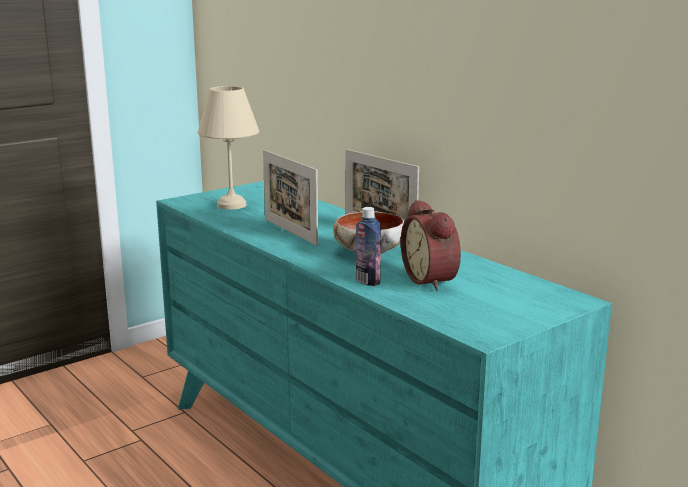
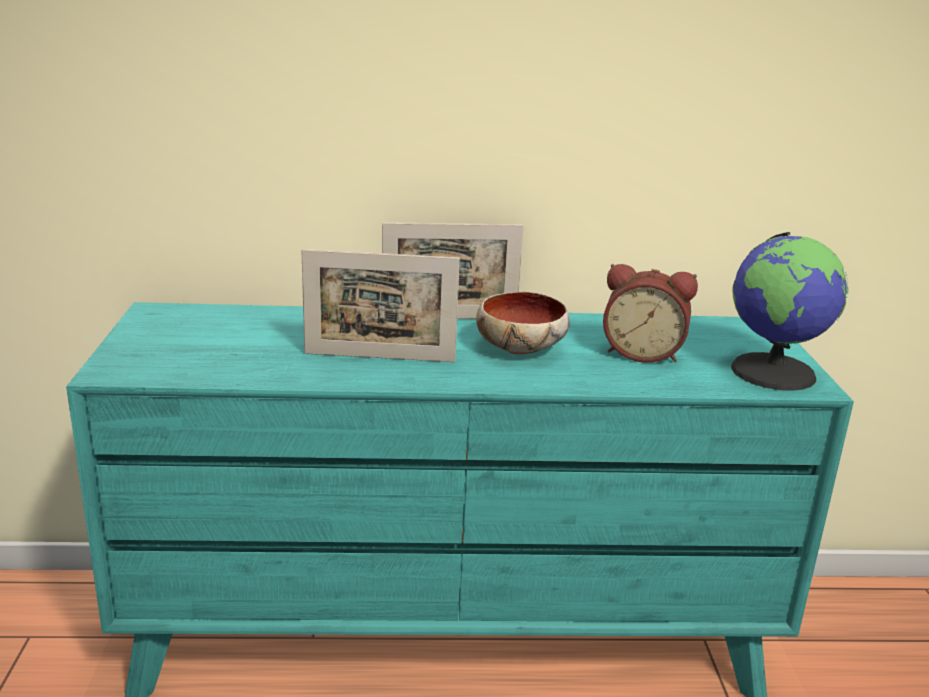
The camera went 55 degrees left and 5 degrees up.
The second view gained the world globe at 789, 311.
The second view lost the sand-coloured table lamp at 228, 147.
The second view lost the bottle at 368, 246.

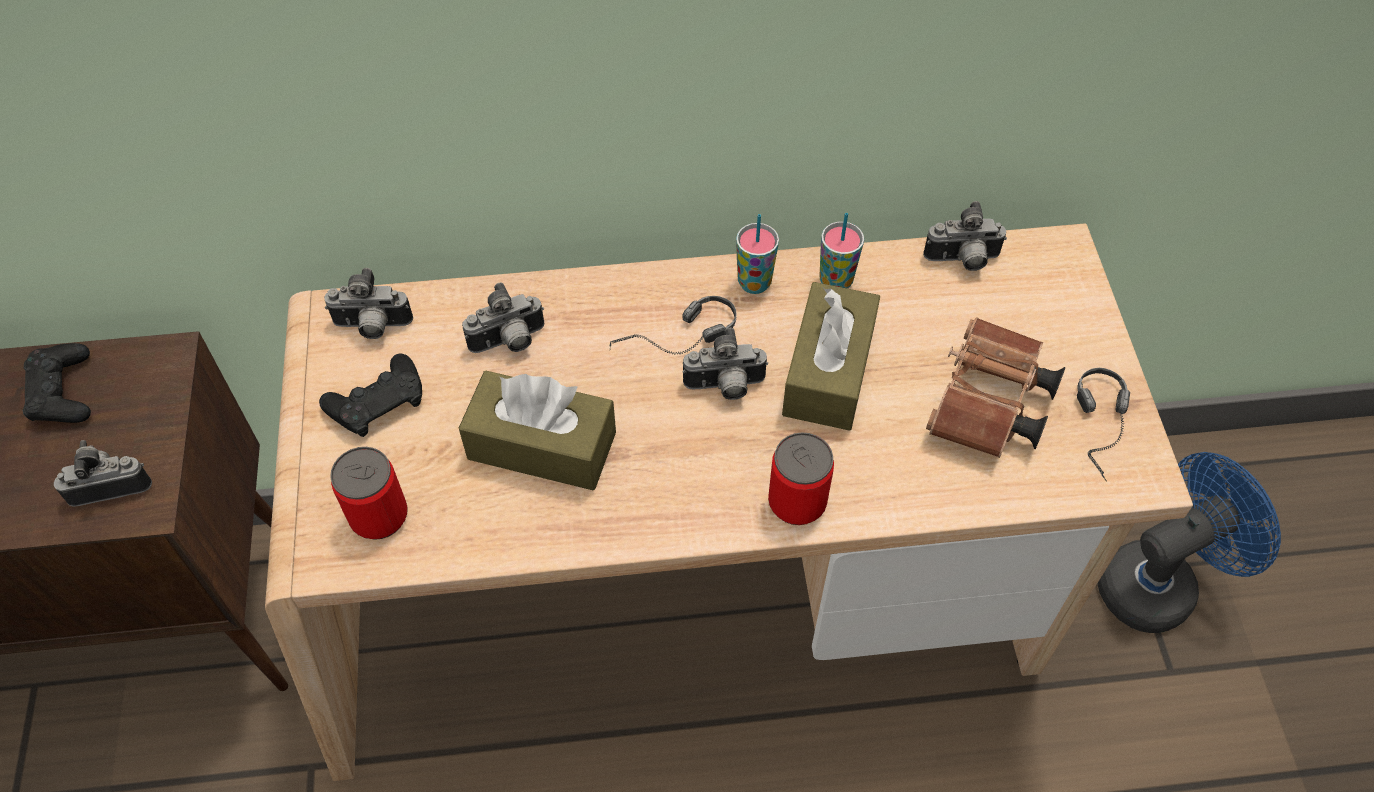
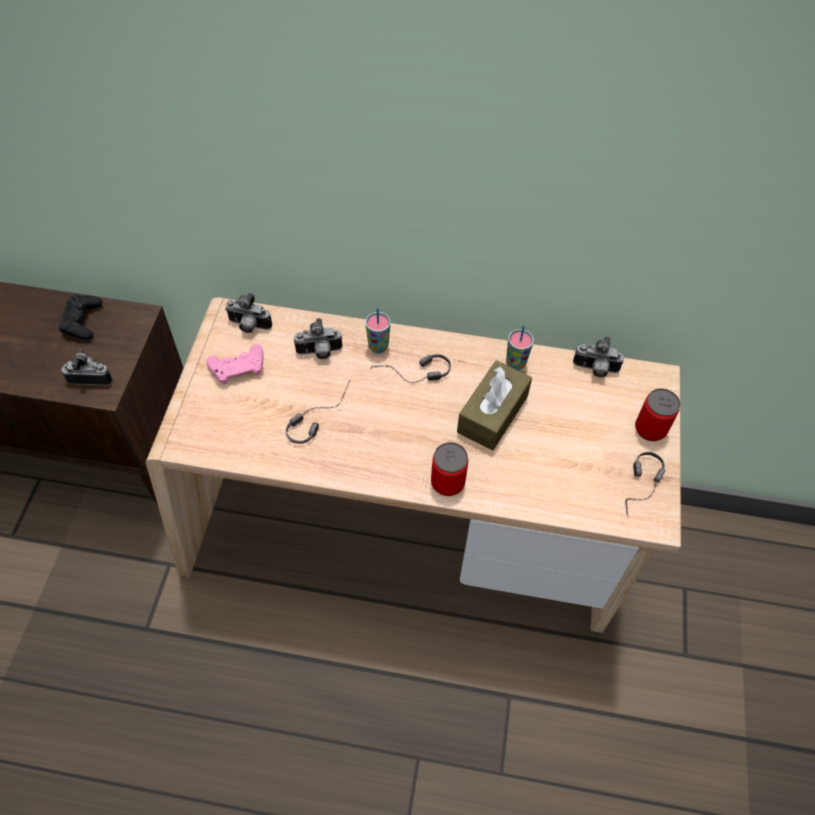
The camera went 15 degrees right and 0 degrees up.
What was the black game controller at 370, 395 turned into the pinkish game controller at 234, 364.
Where the brownish box of tissues stood at 537, 430, the headphones came to stand at 318, 412.
The small cup ended up elsewhere, having gone from 757, 254 to 378, 331.
The sealed can ended up elsewhere, having gone from 369, 493 to 657, 414.
The second view lost the photo camera at 725, 364.
The second view lost the brownish binoculars at 995, 387.
The second view lost the blue-coloured fan at 1189, 542.

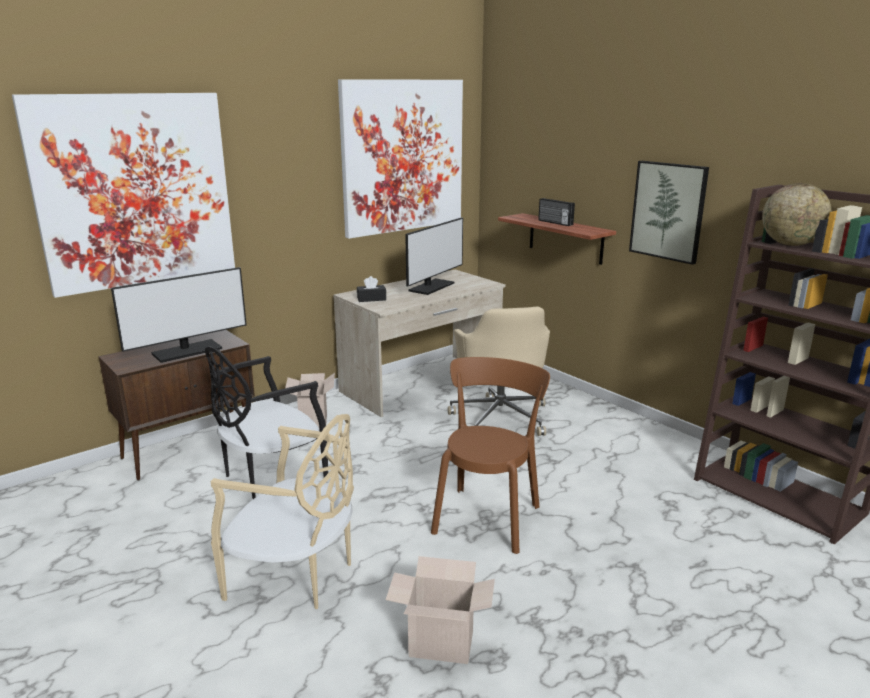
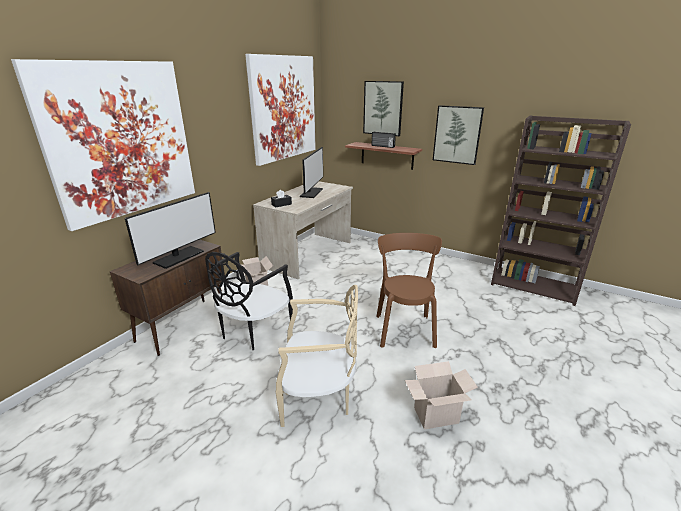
The camera went 20 degrees left and 5 degrees up.
The second view gained the wall art at 383, 108.
The second view lost the sand-coloured office chair at 499, 371.
The second view lost the world globe at 796, 214.

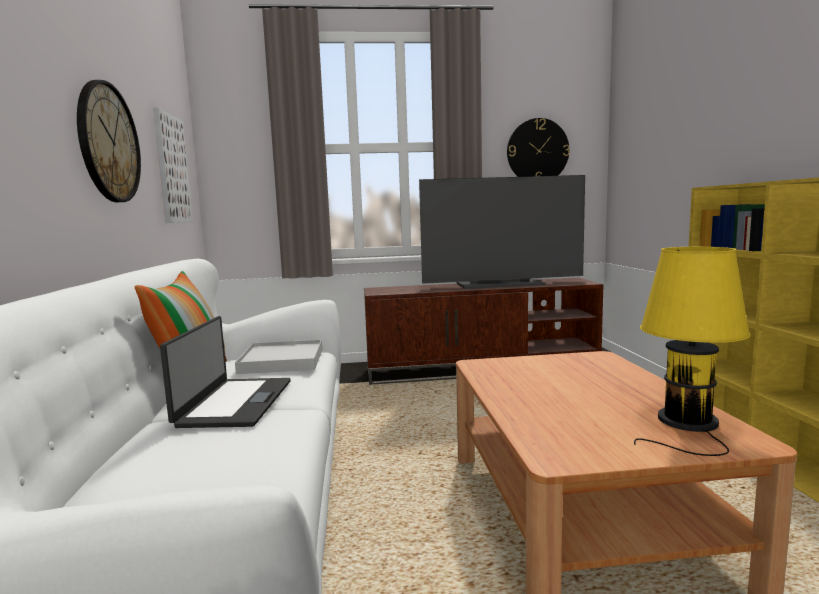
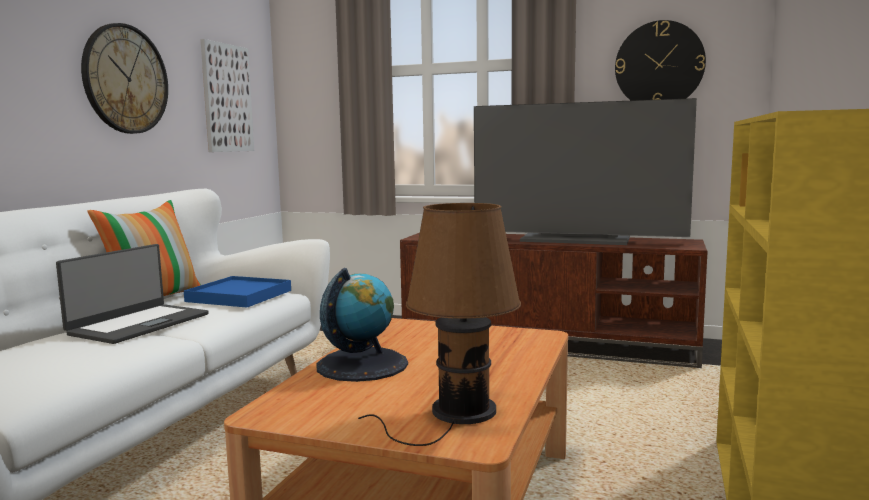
The camera went 25 degrees right and 0 degrees up.
What was the whitish serving tray at 278, 357 turned into the blue-coloured serving tray at 237, 292.
The second view gained the world globe at 362, 325.
What was the yellow table lamp at 692, 351 turned into the brownish table lamp at 439, 324.

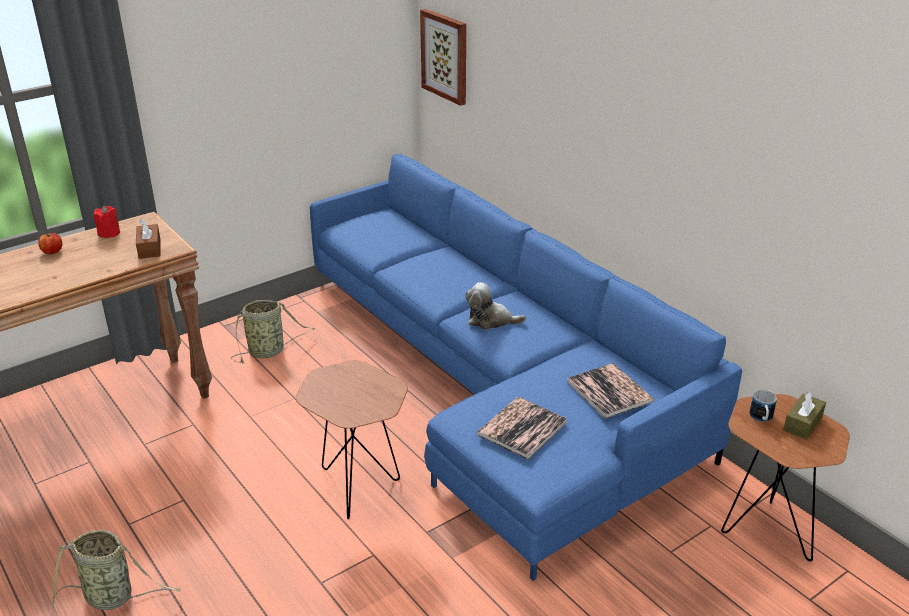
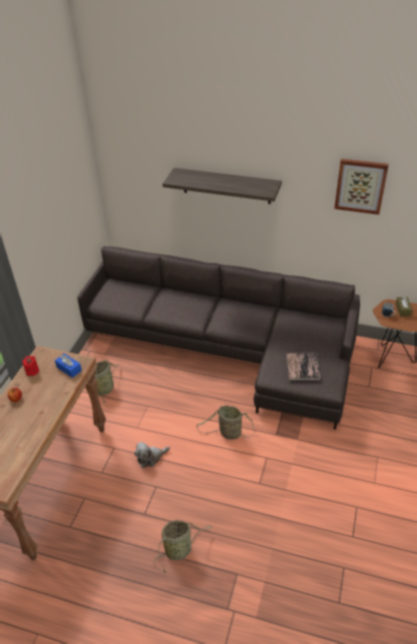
The camera went 35 degrees left and 10 degrees up.
What was the brownish box of tissues at 148, 239 turned into the blue-coloured box of tissues at 68, 365.
What was the blue-coloured sofa at 526, 367 turned into the greyish sofa at 219, 337.
The soft toy ended up elsewhere, having gone from 495, 306 to 152, 455.
The second view gained the wall shelf at 222, 186.
Where the brownish end table stood at 352, 440, the household basket came to stand at 225, 423.
The wall art ended up elsewhere, having gone from 443, 57 to 361, 187.
The second view lost the book at 610, 391.

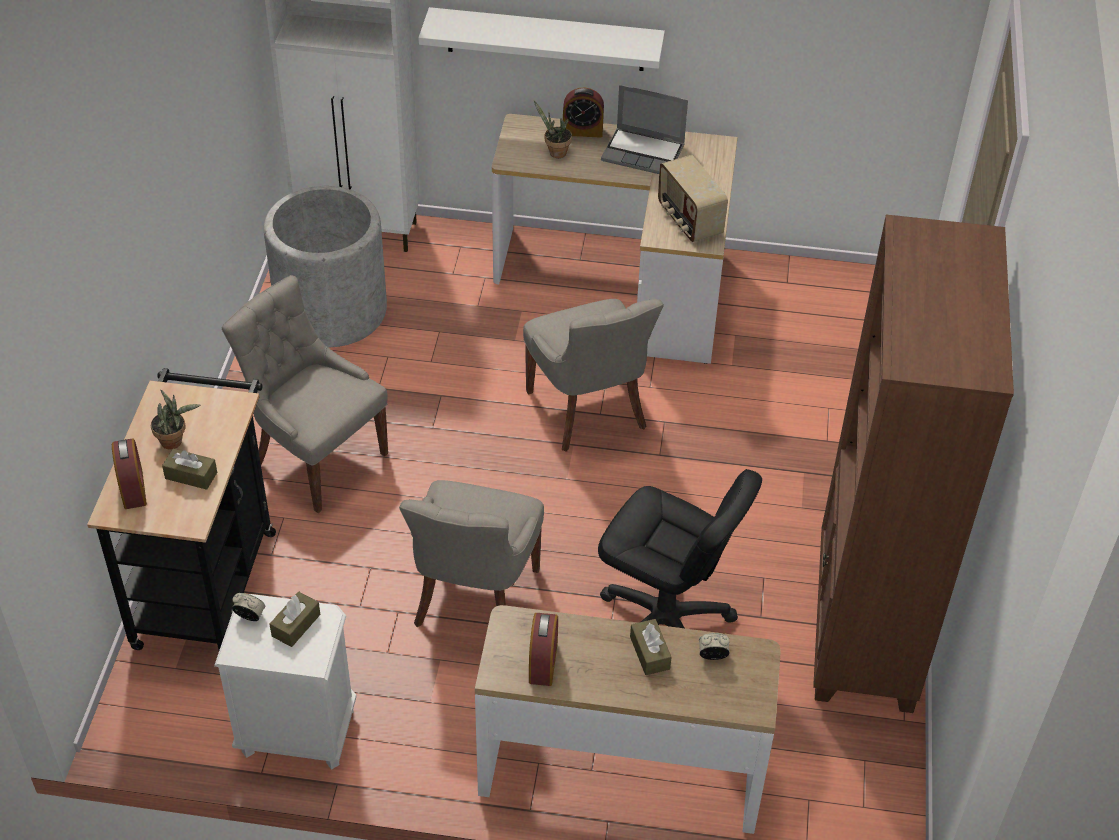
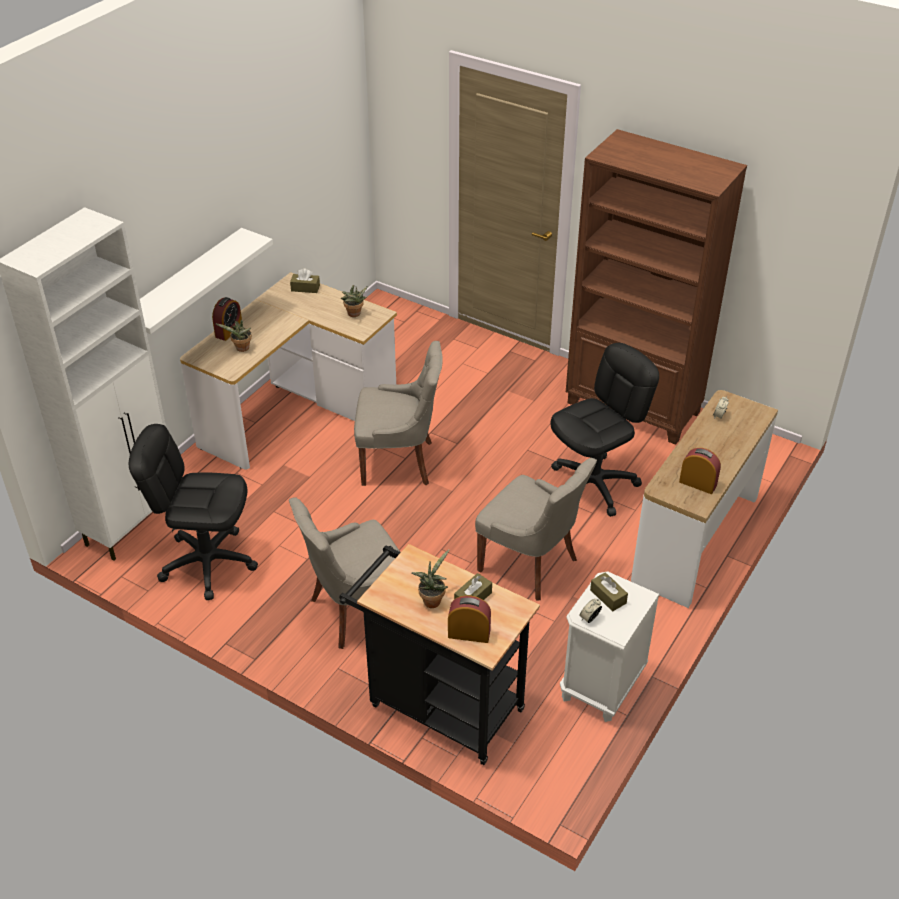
The camera went 65 degrees left and 5 degrees down.
Where the greyish planter stood at 325, 266, the black office chair came to stand at 193, 512.
The brownish box of tissues ended up elsewhere, having gone from 651, 647 to 305, 281.
Where the radio stood at 693, 198, the plant in a pot came to stand at 354, 301.
The second view lost the laptop at 644, 129.

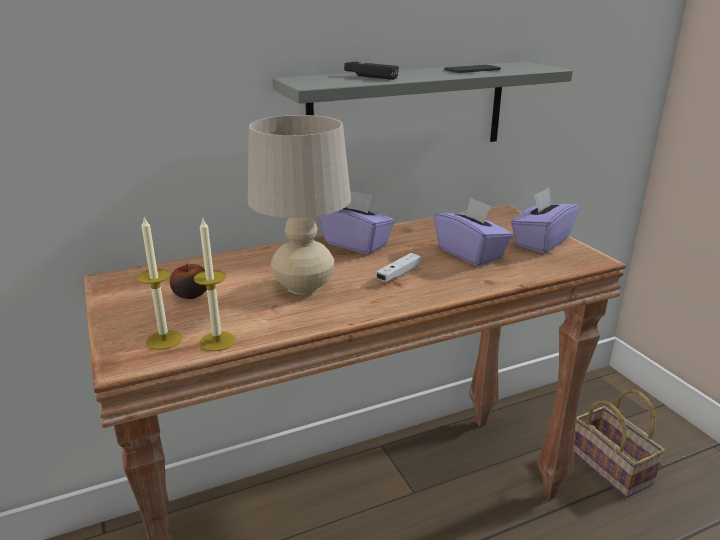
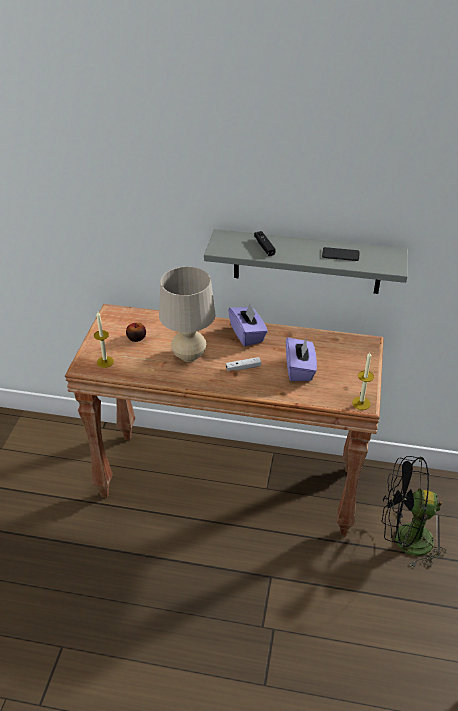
The camera went 35 degrees right and 15 degrees up.
The wax light ended up elsewhere, having gone from 214, 285 to 363, 381.
Where the household basket stood at 619, 443, the black fan came to stand at 413, 511.
The second view lost the purplish box of tissues at 545, 220.

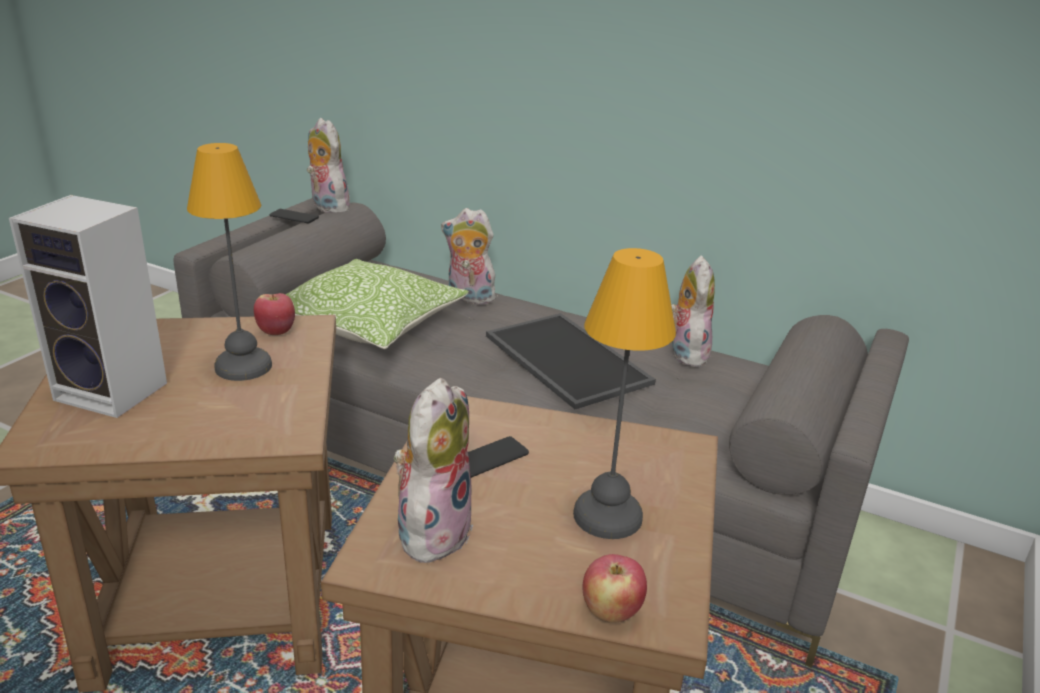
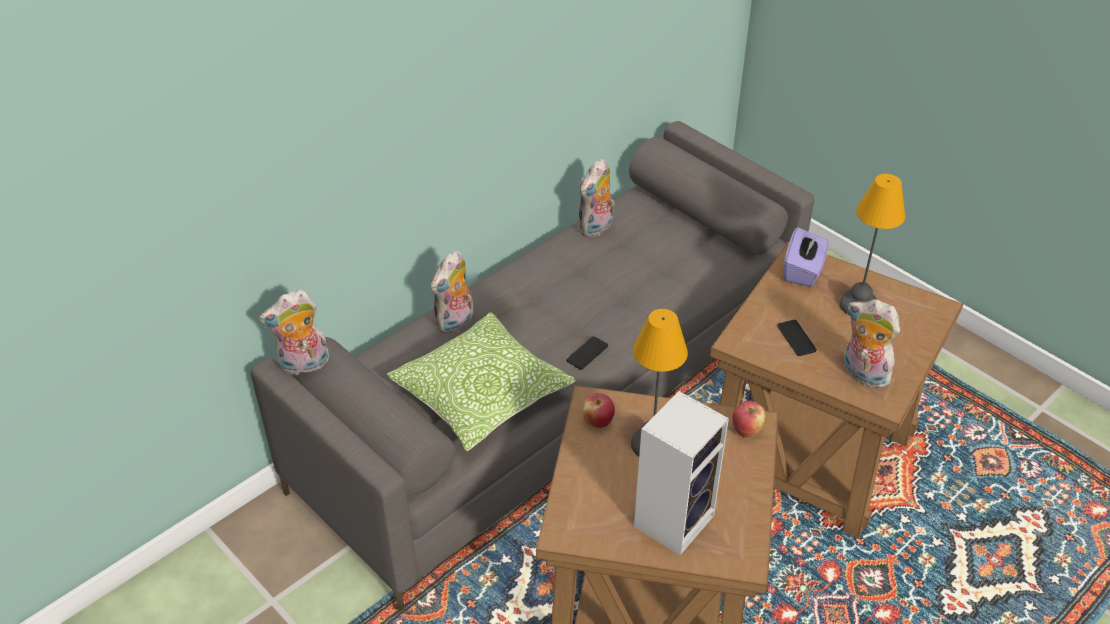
The camera went 70 degrees left and 15 degrees up.
The phone ended up elsewhere, having gone from 294, 216 to 587, 353.
The soft toy at 693, 311 ended up facing another way, 75 degrees counterclockwise from before.
The apple ended up elsewhere, having gone from 614, 588 to 749, 419.
The second view gained the purplish box of tissues at 806, 257.
The second view lost the serving tray at 571, 361.

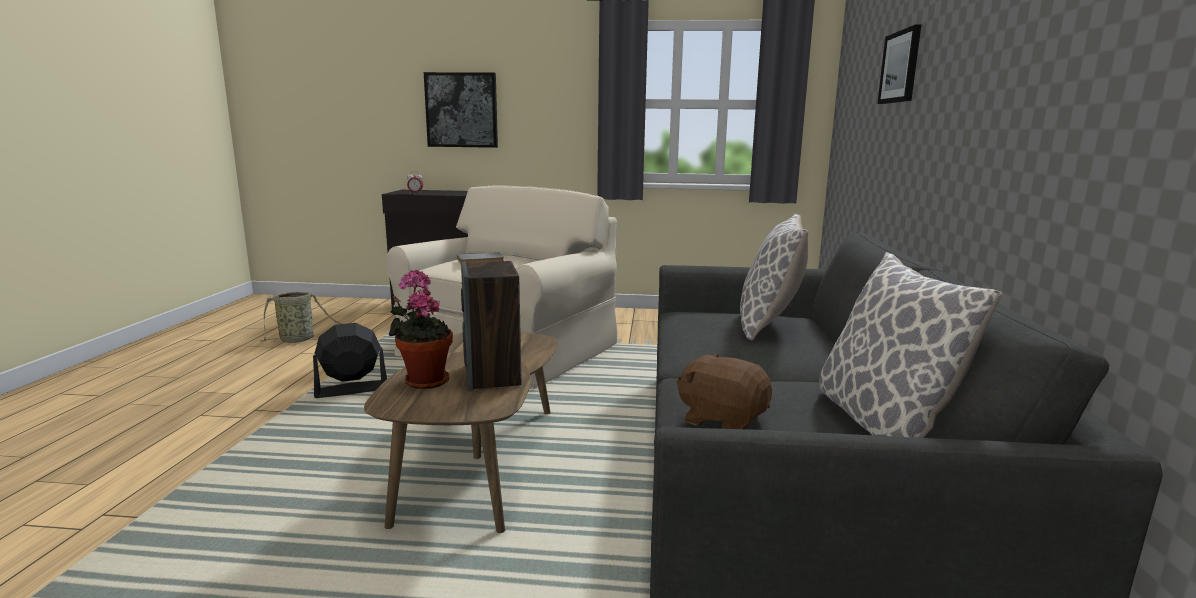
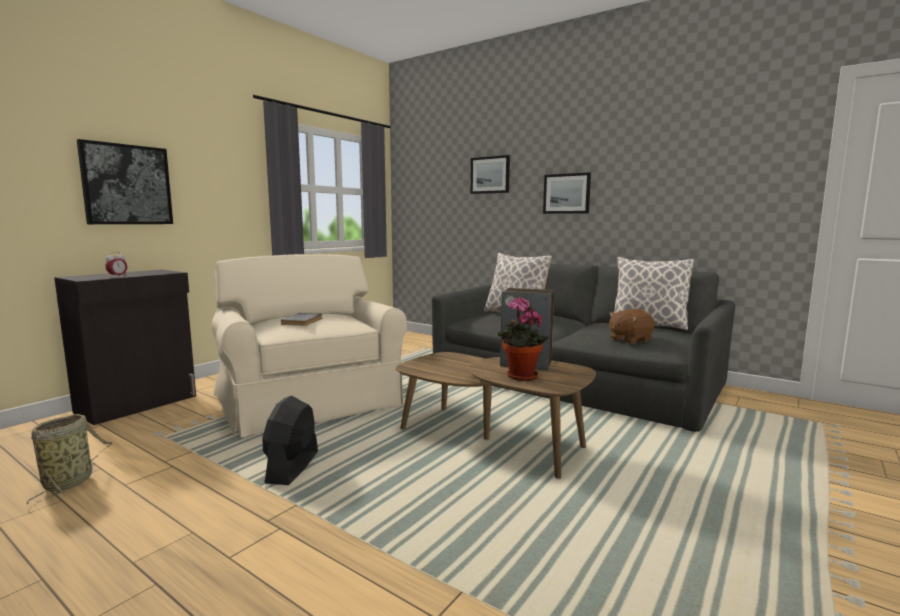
The camera went 60 degrees left and 5 degrees down.
The second view gained the wall art at 567, 193.

